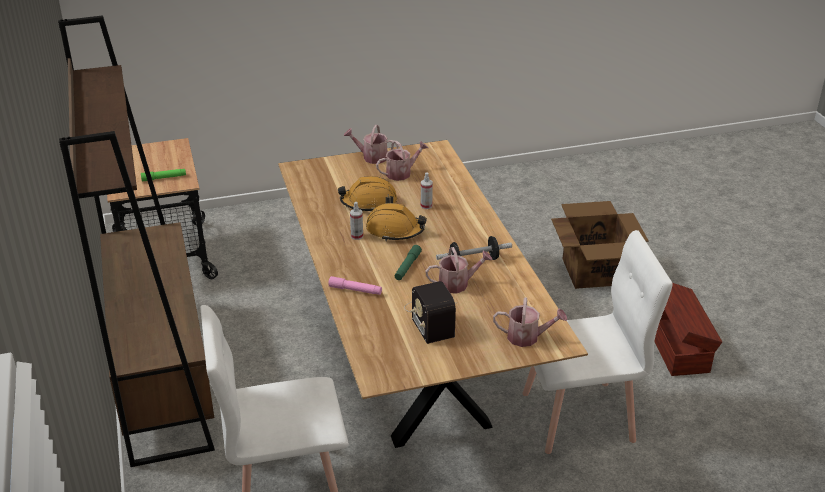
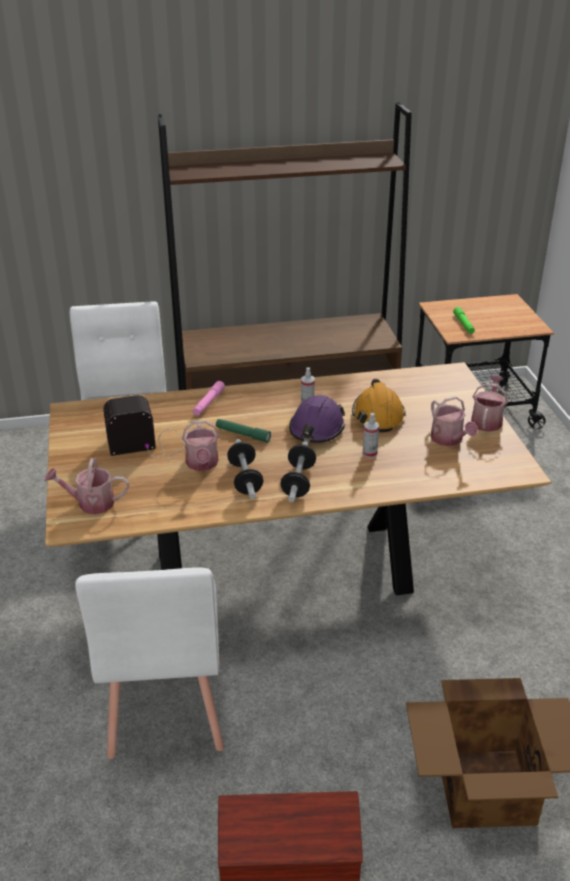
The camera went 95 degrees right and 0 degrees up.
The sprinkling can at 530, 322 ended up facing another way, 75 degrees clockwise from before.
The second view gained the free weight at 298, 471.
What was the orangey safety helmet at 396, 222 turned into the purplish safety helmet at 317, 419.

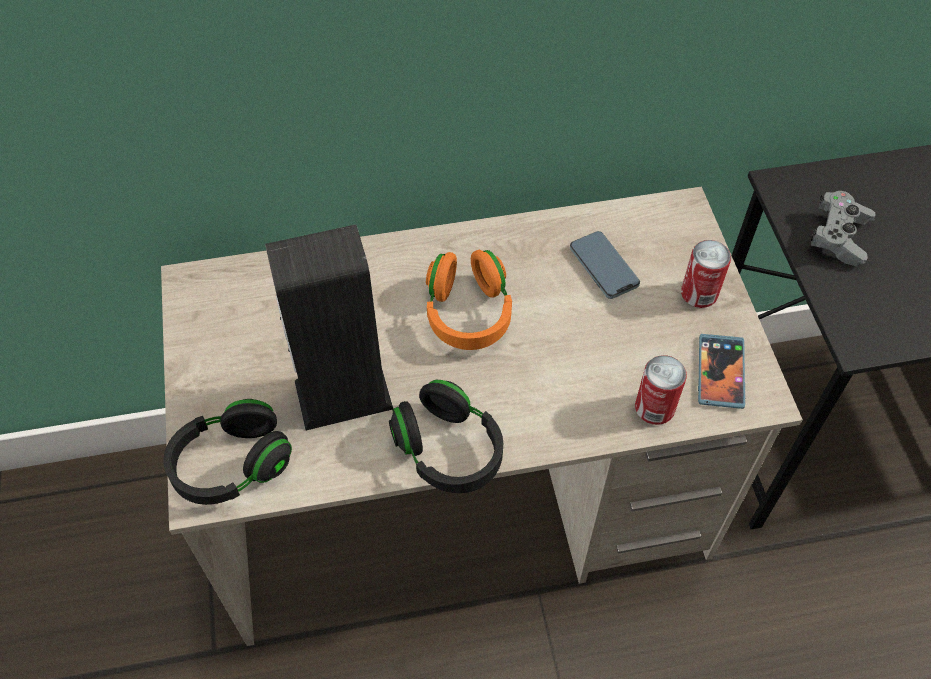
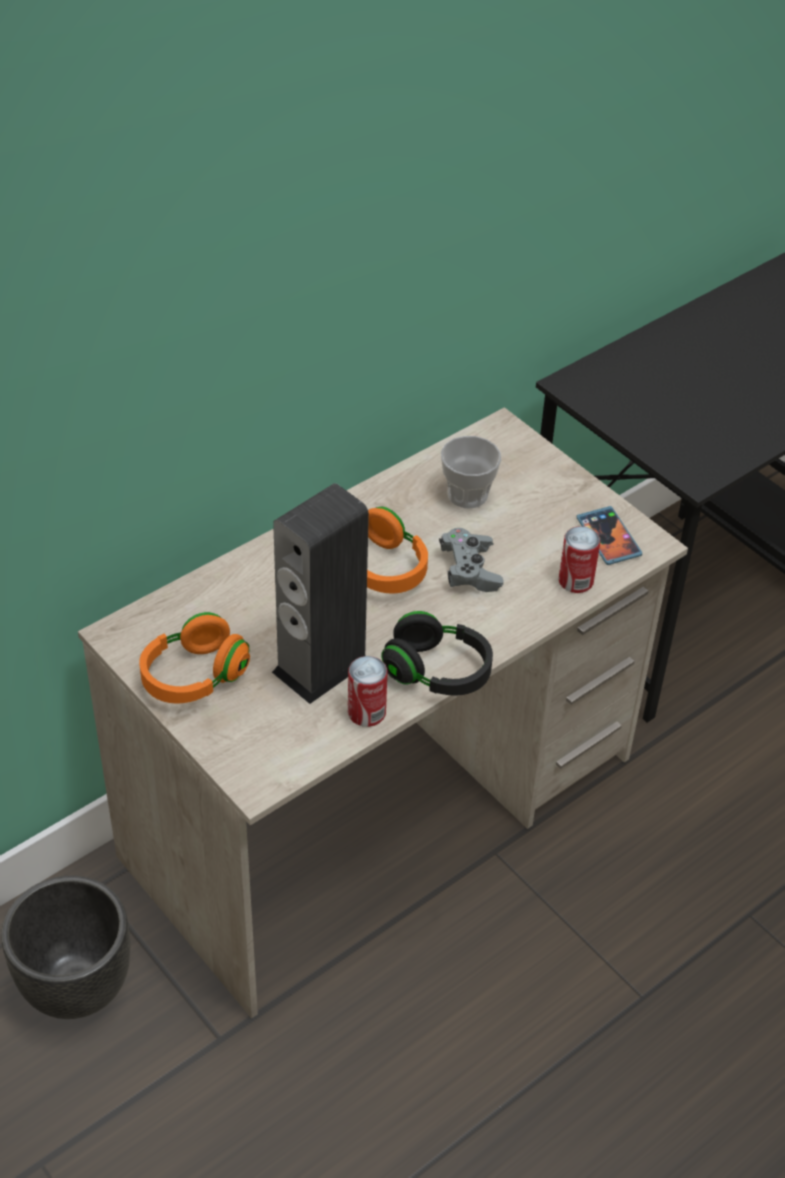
The camera went 30 degrees left and 10 degrees down.
The second view gained the black planter at 65, 947.
The second view gained the orangey headphones at 194, 657.
The sealed can ended up elsewhere, having gone from 706, 274 to 368, 691.
The greyish game controller ended up elsewhere, having gone from 843, 228 to 471, 560.
Where the phone stood at 605, 265, the small cup came to stand at 471, 472.
The second view lost the black headphones at 227, 452.

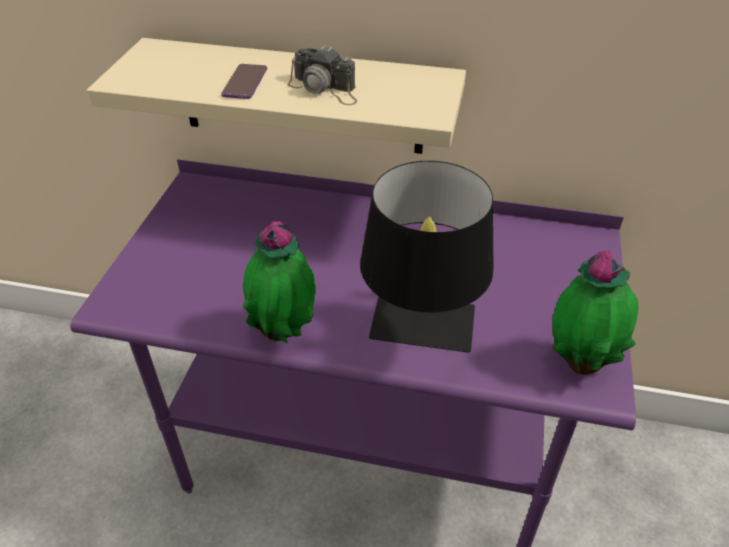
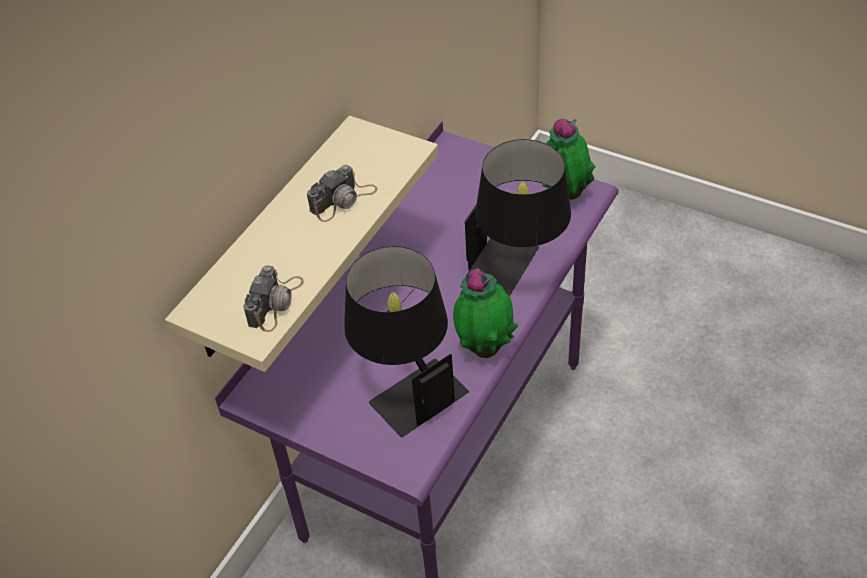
The camera went 70 degrees left and 5 degrees up.
The second view gained the photo camera at 273, 298.
The second view gained the black table lamp at 406, 341.
The second view lost the phone at 244, 81.

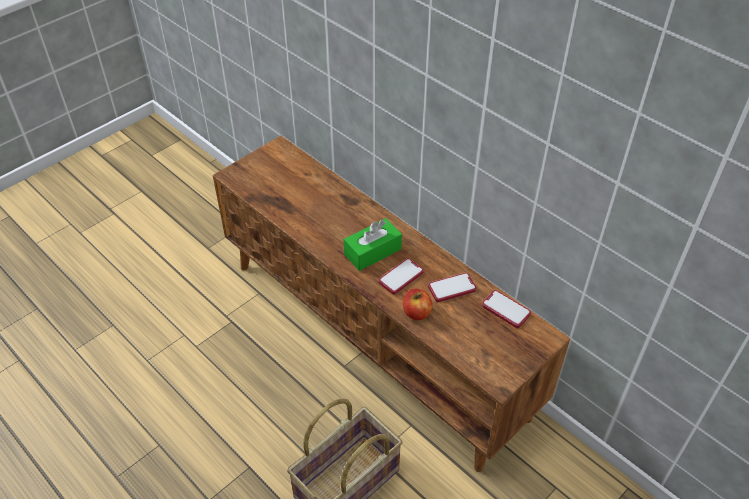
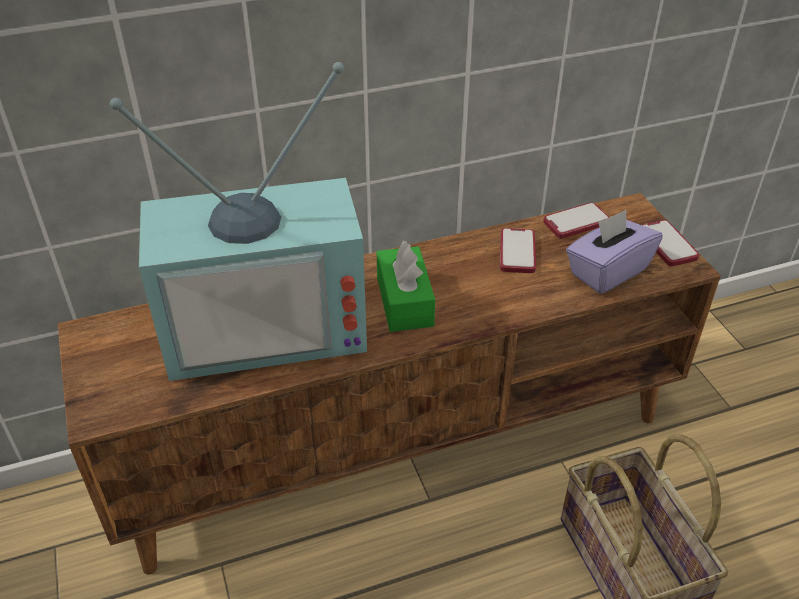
The camera went 65 degrees left and 5 degrees down.
The second view gained the TV at 238, 221.
The second view gained the purplish box of tissues at 614, 252.
The phone ended up elsewhere, having gone from 401, 276 to 670, 243.
The second view lost the apple at 417, 304.

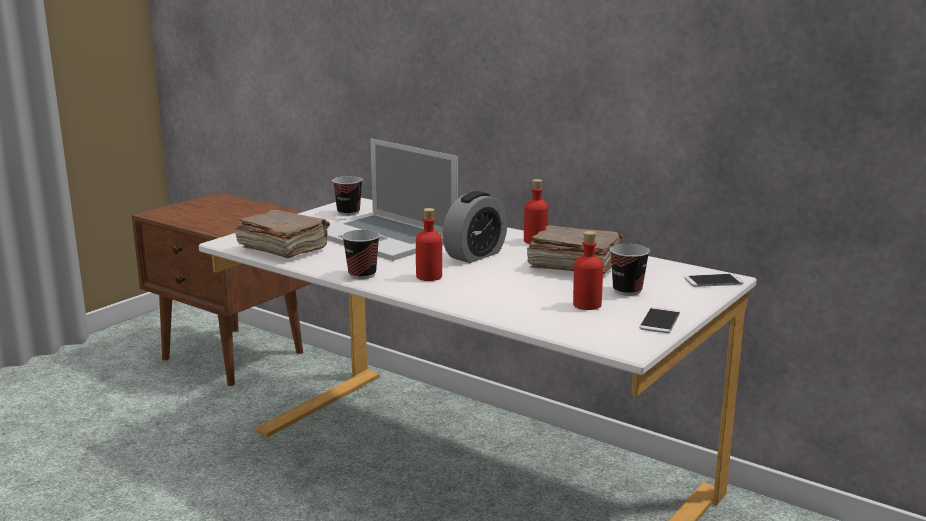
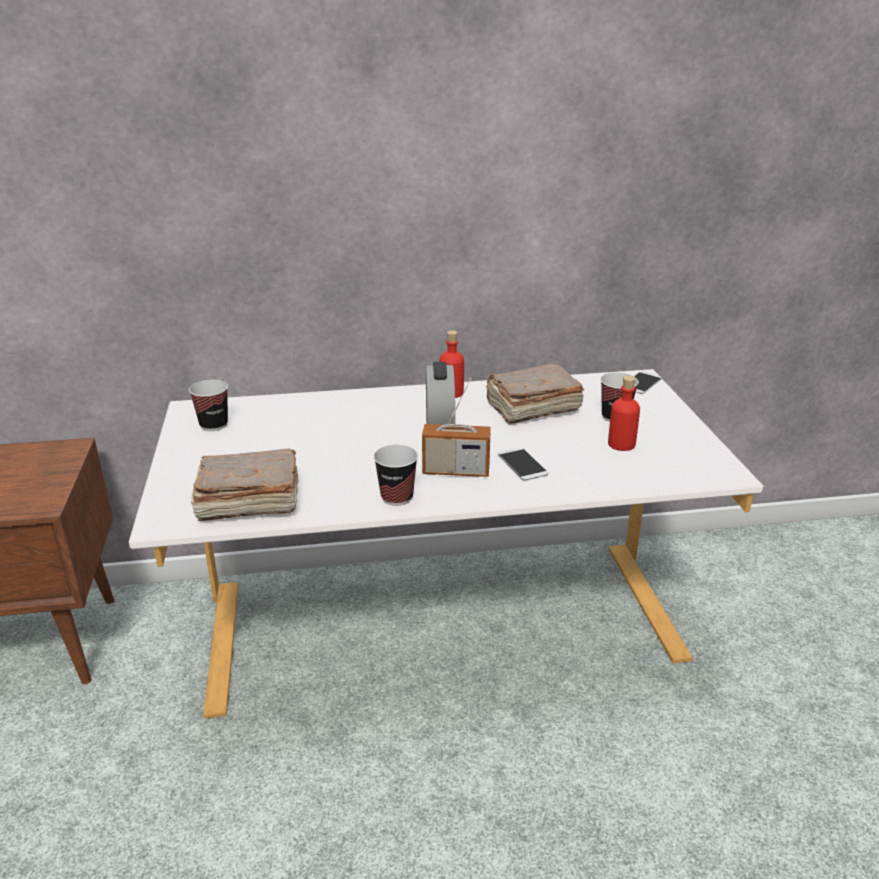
The camera went 45 degrees left and 10 degrees up.
Where the red-coloured bottle stood at 429, 244, the radio came to stand at 456, 427.
The phone ended up elsewhere, having gone from 659, 320 to 523, 464.
The second view lost the laptop at 392, 199.

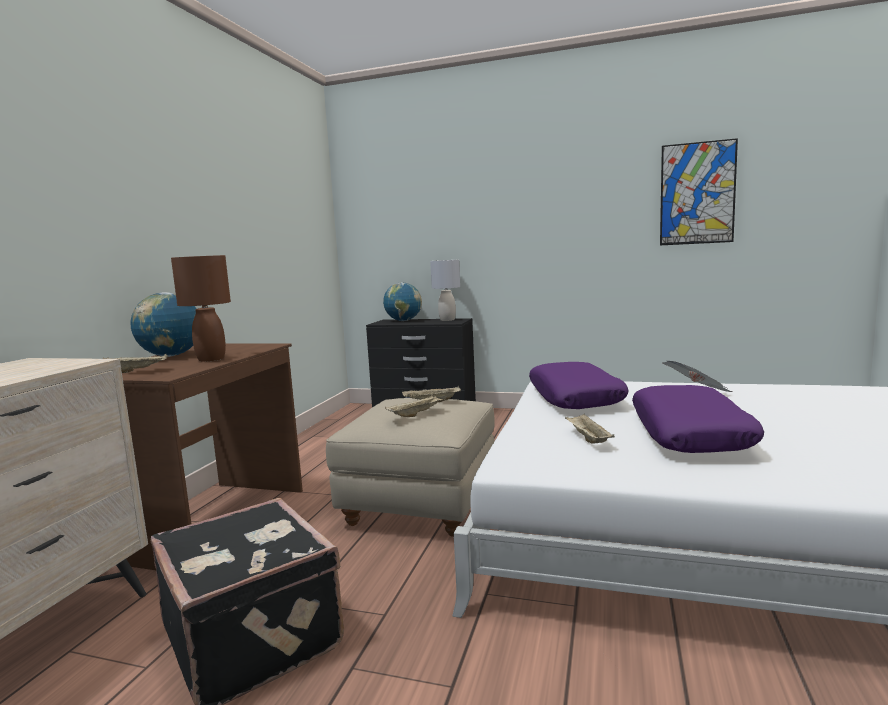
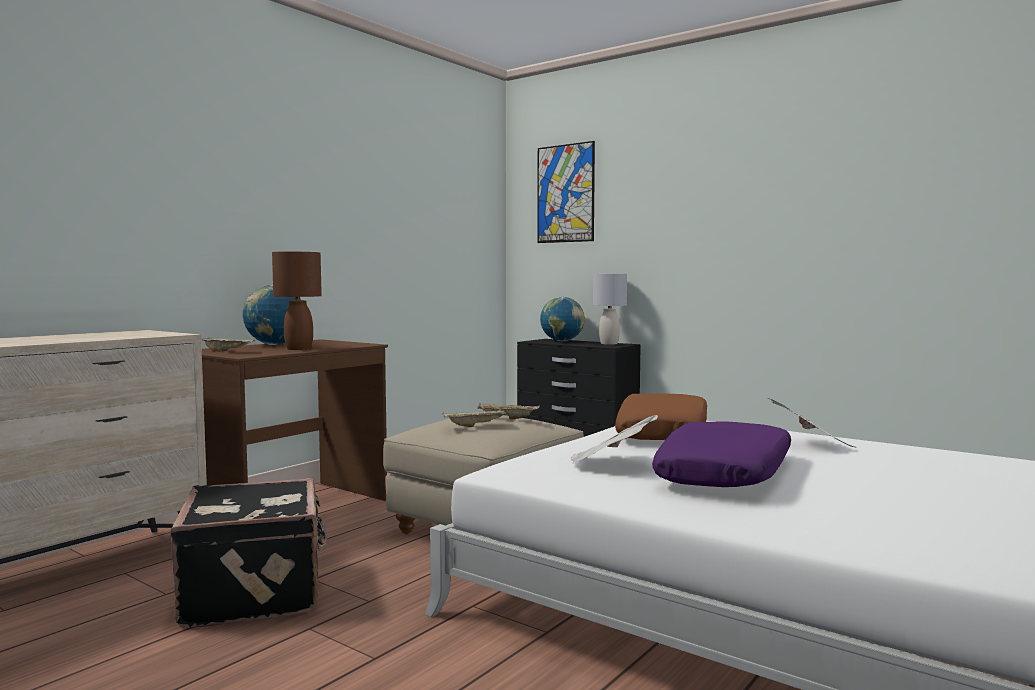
The camera went 20 degrees right and 5 degrees down.
The wall art ended up elsewhere, having gone from 699, 191 to 566, 192.
Where the sand-coloured serving tray stood at 590, 429, the newspaper came to stand at 614, 439.
What was the purplish throw pillow at 578, 385 turned into the brownish throw pillow at 661, 416.

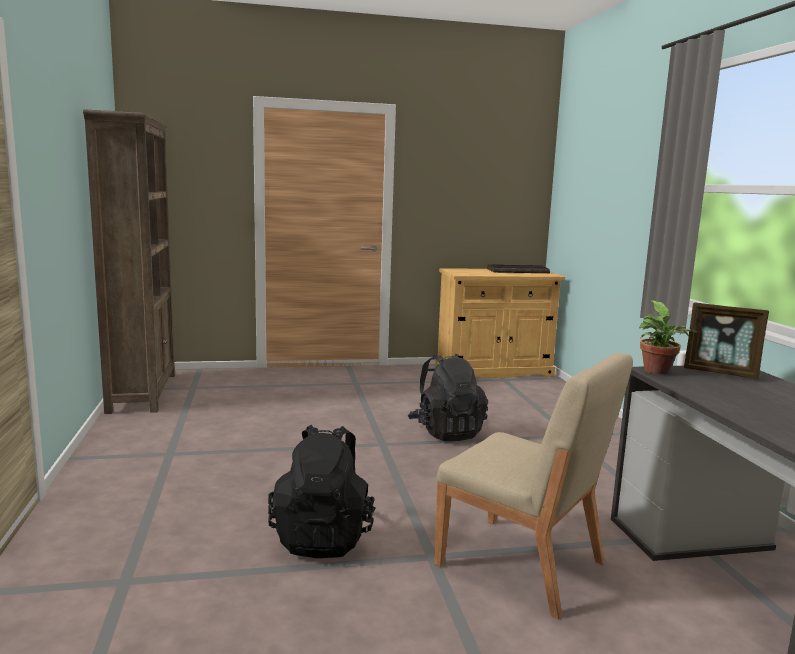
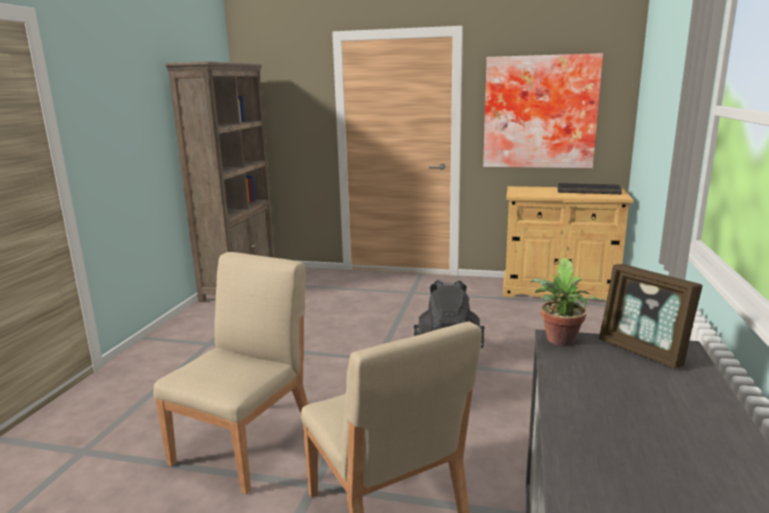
The camera went 25 degrees right and 5 degrees up.
Where the black rucksack stood at 321, 491, the sand-coloured upright chair came to stand at 230, 373.
The second view gained the wall art at 543, 110.

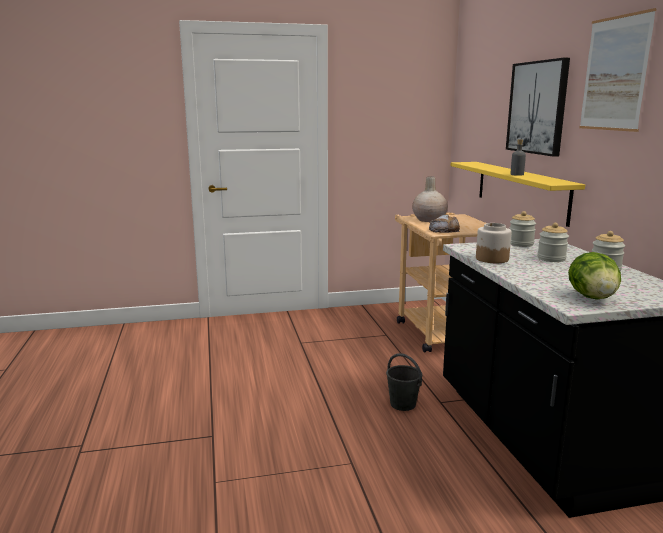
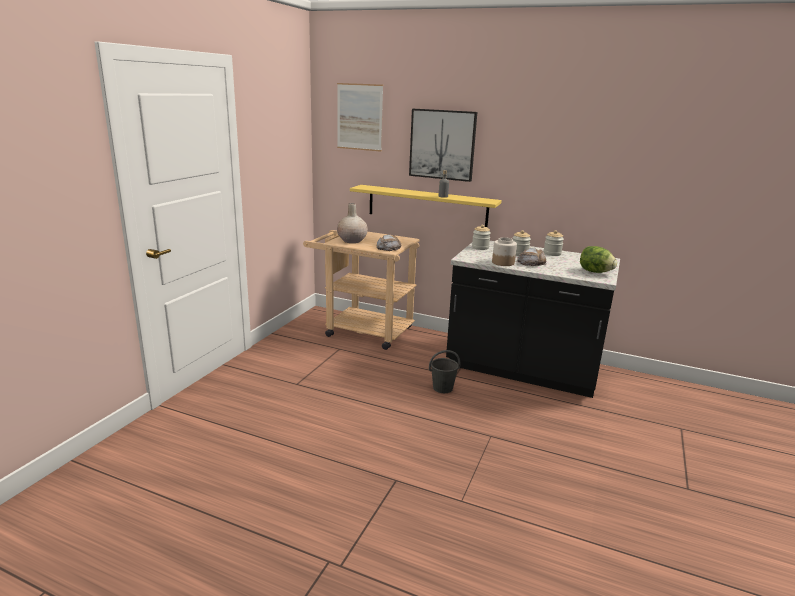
The camera went 55 degrees left and 5 degrees up.
The wall art ended up elsewhere, having gone from 618, 70 to 360, 117.
The second view gained the bakery bread at 532, 257.

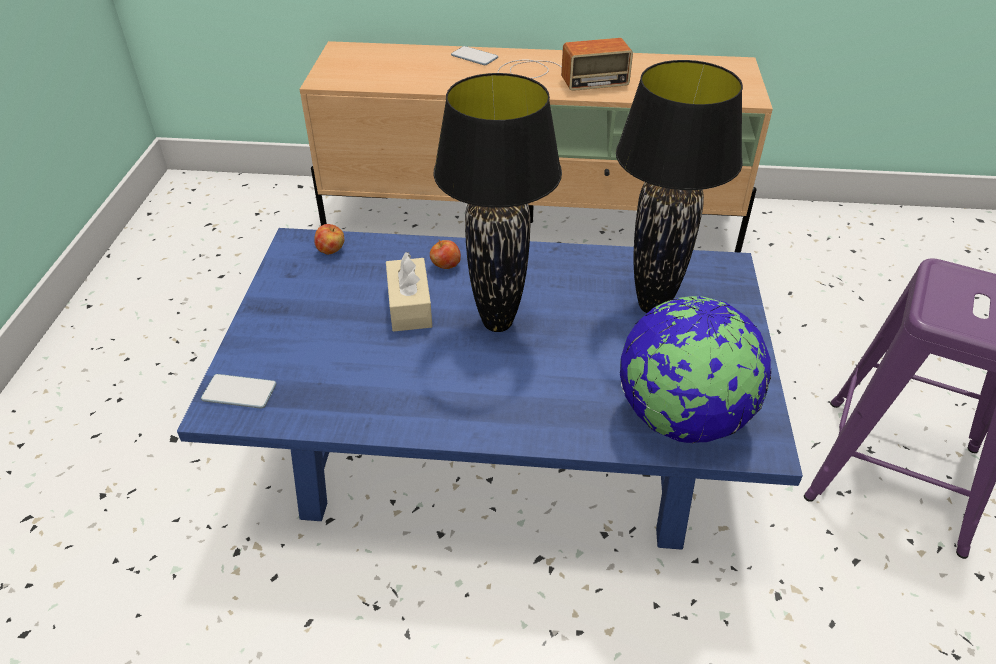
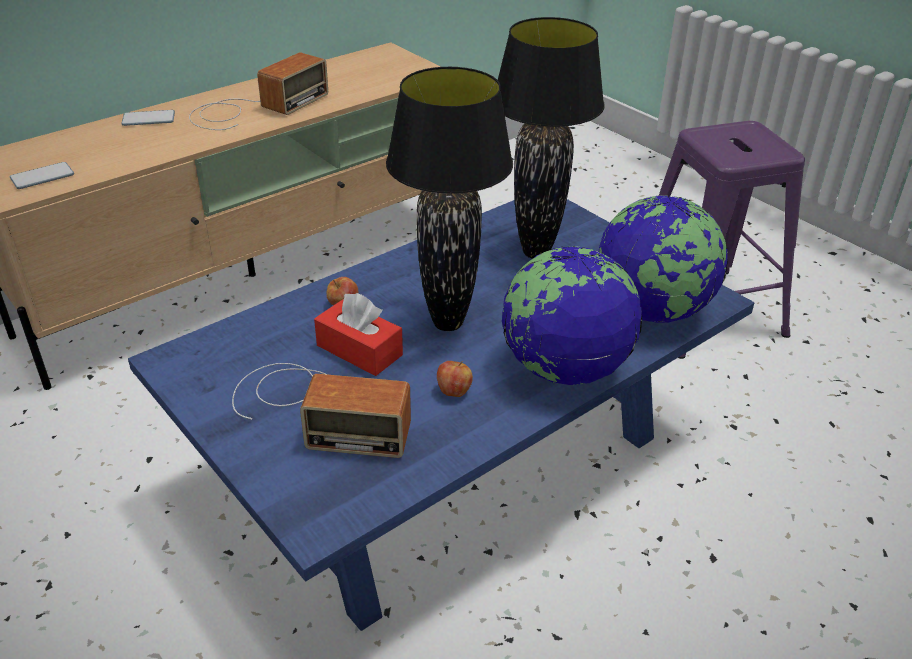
The camera went 45 degrees left and 5 degrees down.
The phone ended up elsewhere, having gone from 238, 391 to 42, 175.
The second view gained the radio at 321, 410.
What was the sand-coloured box of tissues at 409, 292 turned into the red-coloured box of tissues at 358, 334.
The apple ended up elsewhere, having gone from 329, 239 to 455, 379.
The second view gained the world globe at 572, 315.

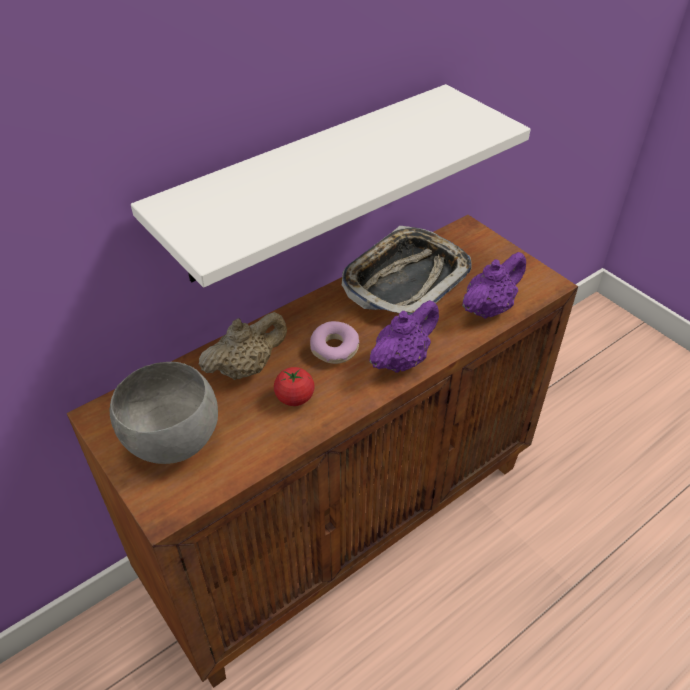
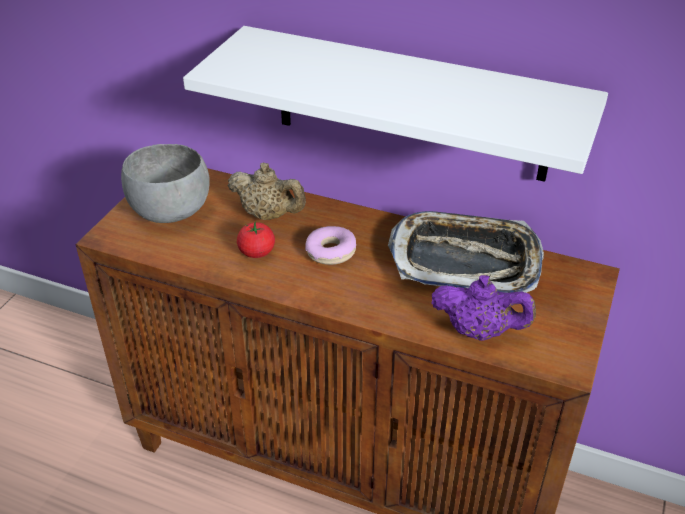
The camera went 60 degrees right and 5 degrees down.
The second view lost the purplish tea pot at 404, 336.

